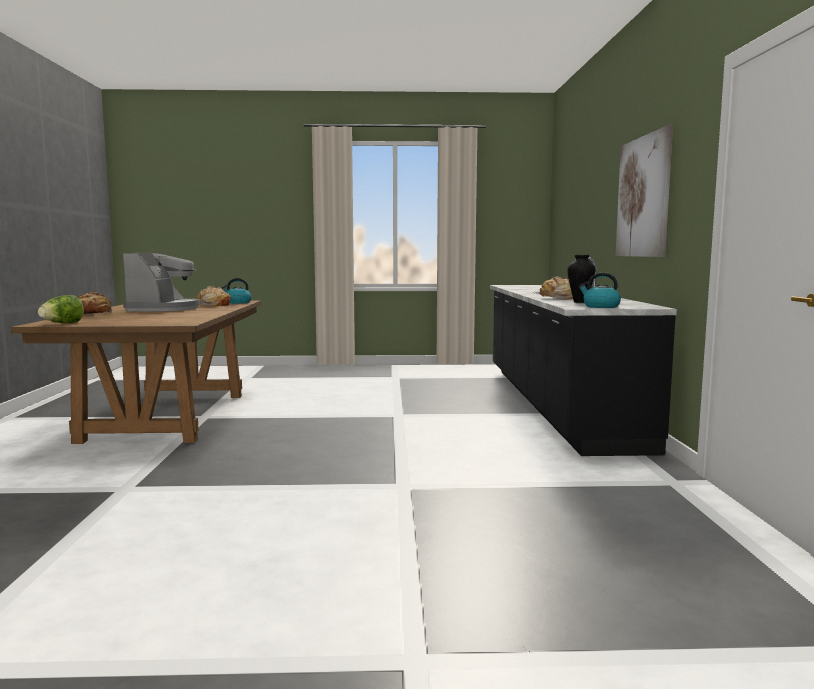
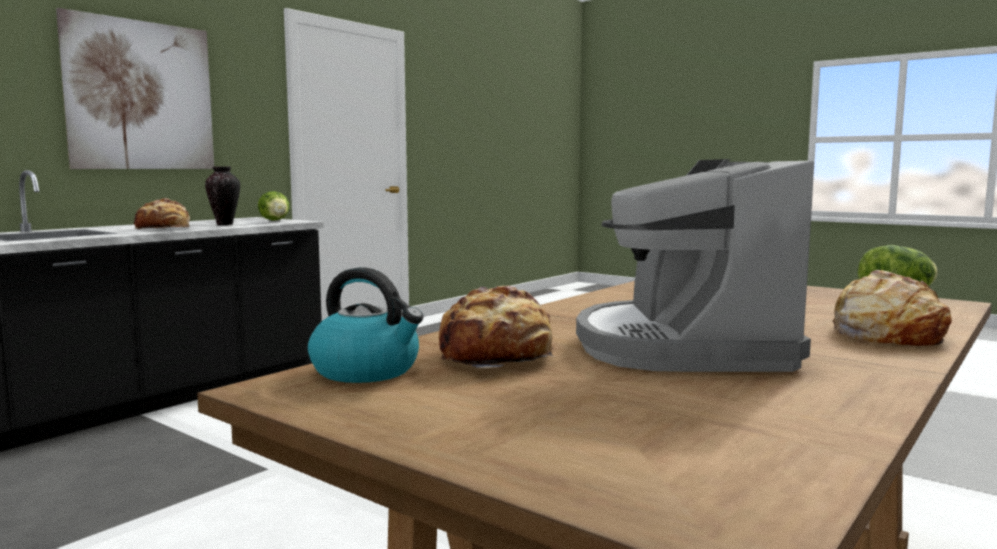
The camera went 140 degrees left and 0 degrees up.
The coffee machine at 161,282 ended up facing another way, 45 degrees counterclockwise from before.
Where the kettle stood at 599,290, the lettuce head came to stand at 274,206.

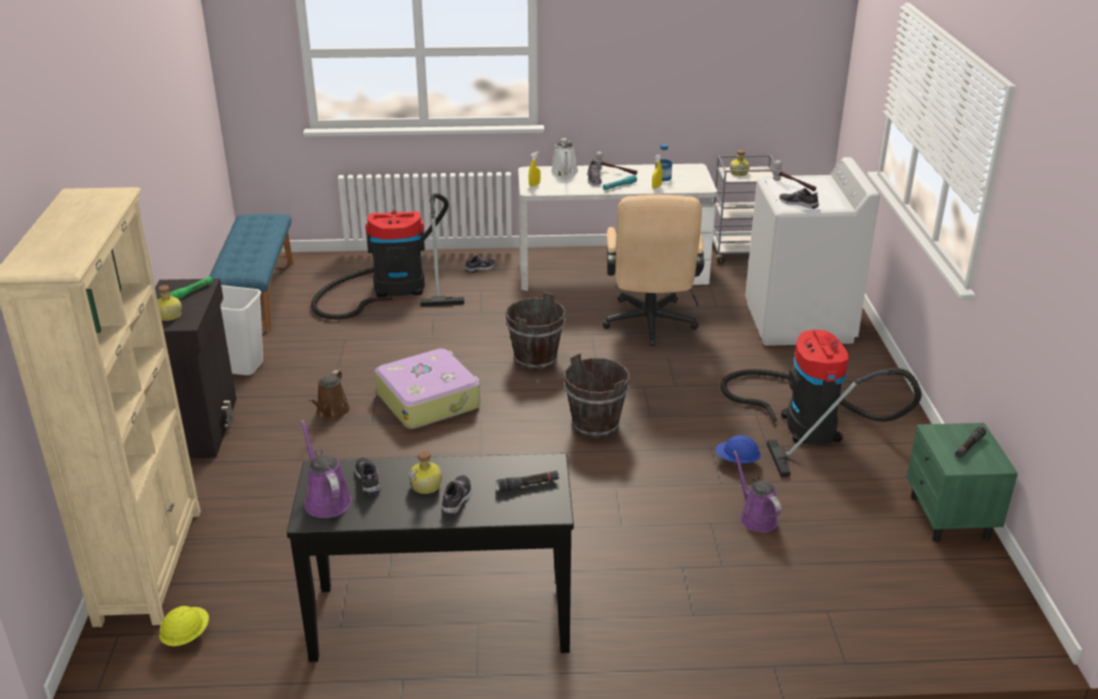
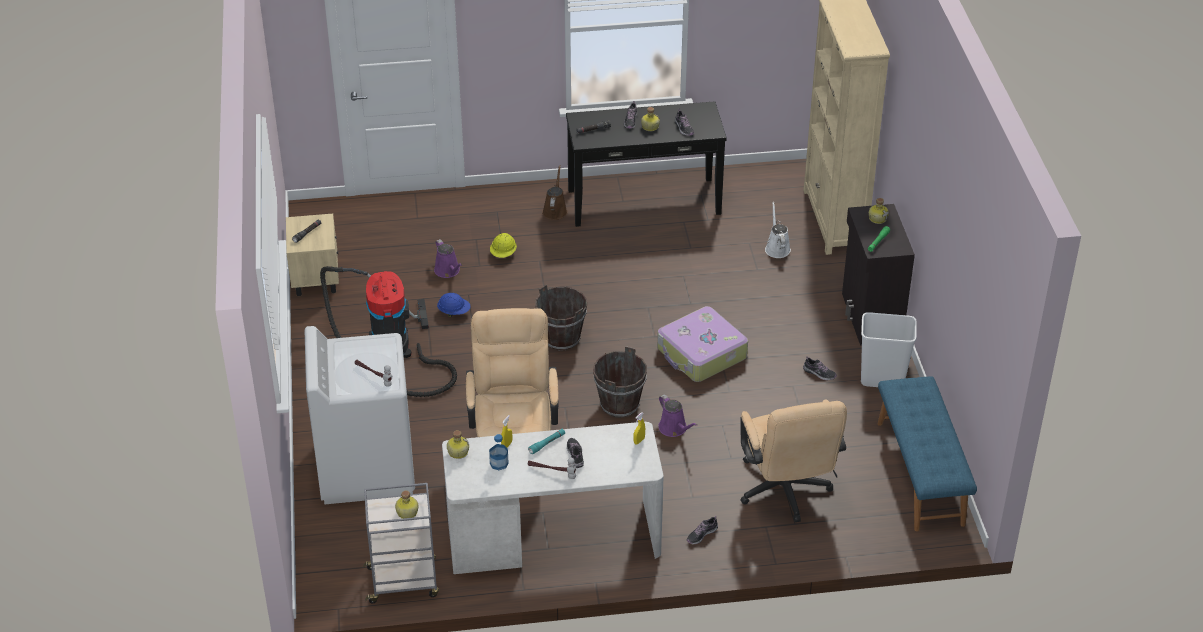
The camera went 175 degrees right and 10 degrees up.
The yellow safety helmet ended up elsewhere, having gone from 184,626 to 503,245.
The purplish sprinkling can ended up elsewhere, having gone from 326,469 to 678,415.
The brown sprinkling can ended up elsewhere, having gone from 329,395 to 555,192.
Where the vacuum stood at 387,256, the sand-coloured computer chair came to stand at 793,461.
The white-coloured sprinkling can ended up elsewhere, having gone from 565,157 to 778,230.
The item of footwear ended up elsewhere, having gone from 799,198 to 820,368.
What was the greenish nightstand at 962,482 turned into the sand-coloured nightstand at 312,255.
The second view gained the drink bottle at 458,444.

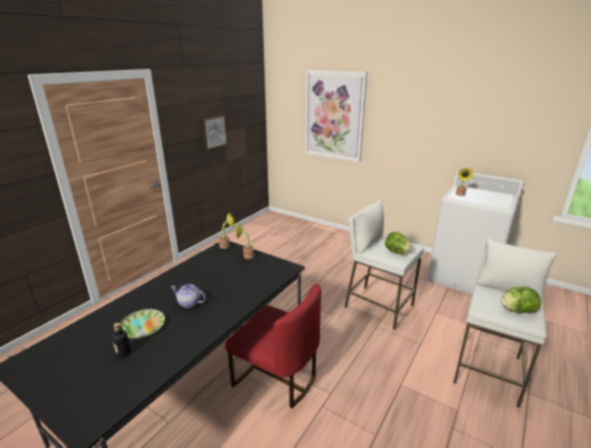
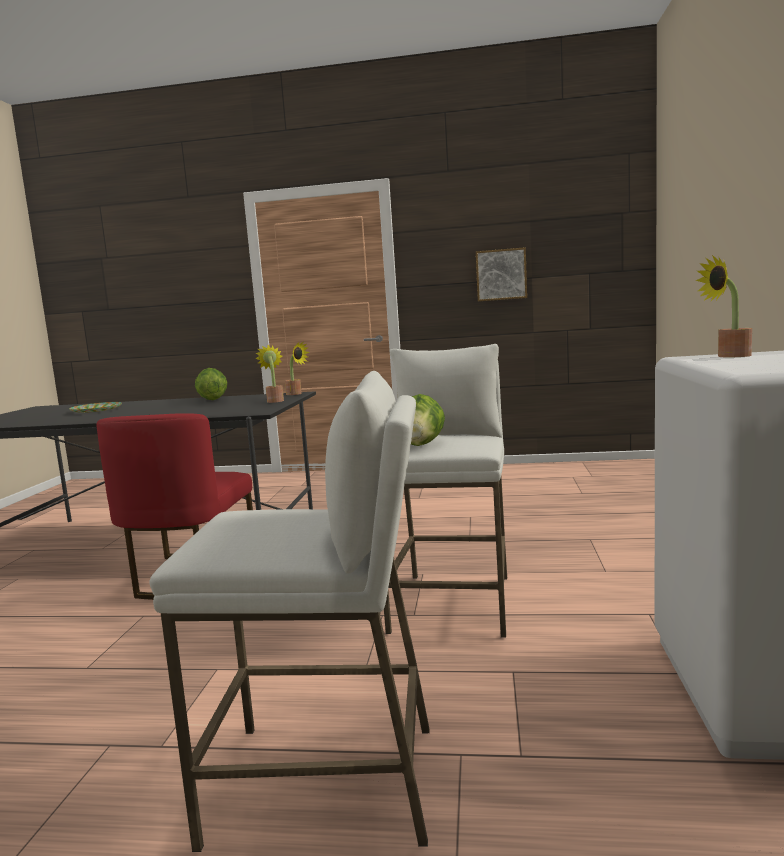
The camera went 65 degrees right and 15 degrees down.
The second view lost the drink bottle at 121,340.
The second view lost the teapot at 188,296.
The second view lost the picture at 336,116.
The lettuce head ended up elsewhere, having gone from 521,299 to 211,384.

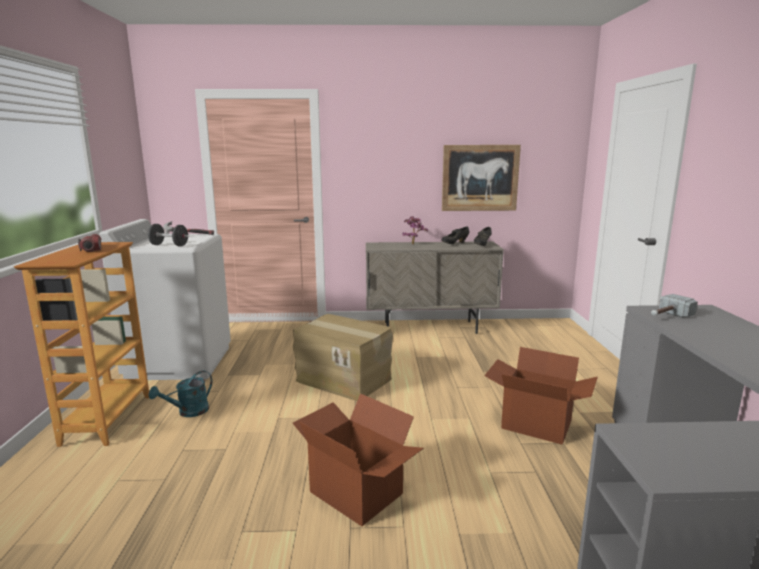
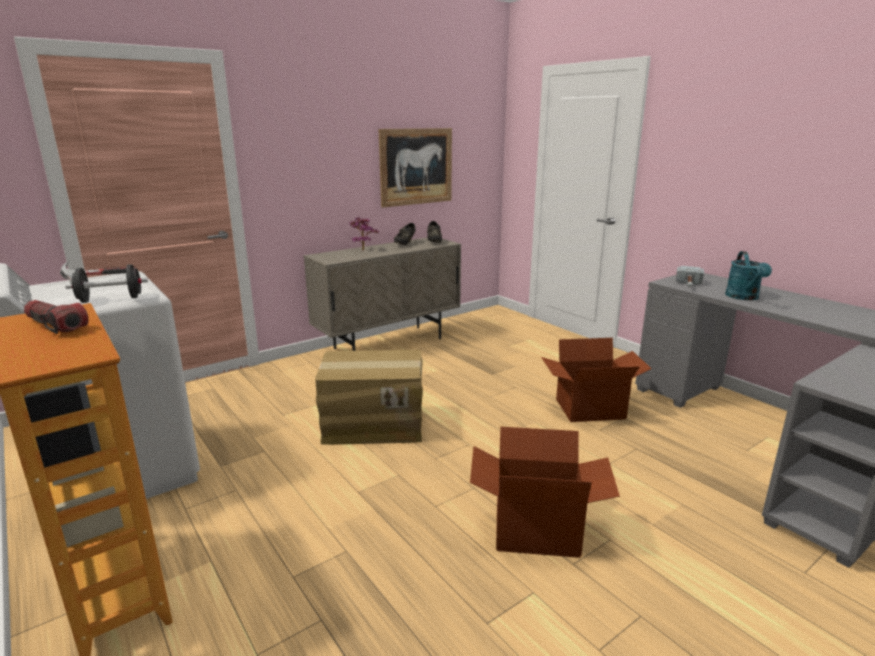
The camera went 35 degrees left and 5 degrees up.
The blue-green sprinkling can ended up elsewhere, having gone from 180,393 to 748,275.

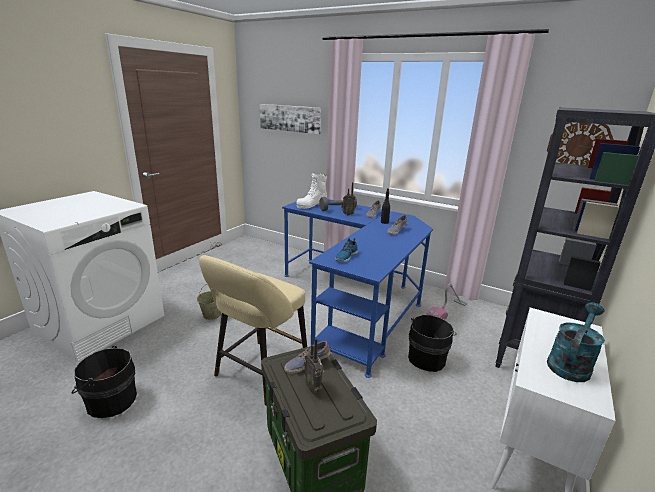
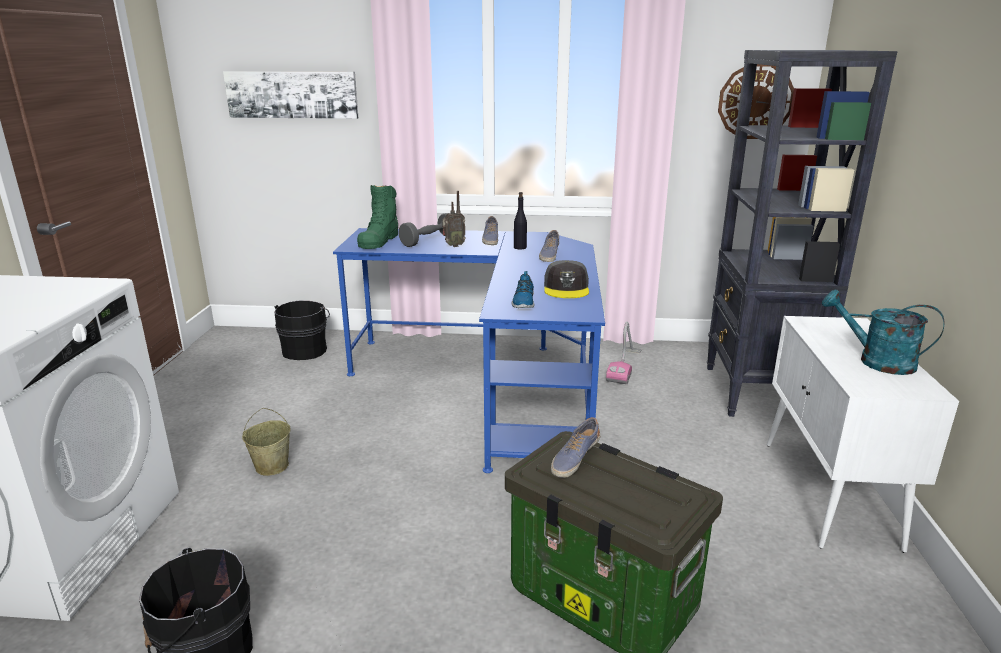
The camera went 25 degrees left and 0 degrees up.
The second view lost the sand-coloured stool seat at 253,330.
What was the white-coloured boot at 311,191 turned into the greenish boot at 378,217.
The second view lost the radio at 314,365.
The black pail ended up elsewhere, having gone from 432,343 to 302,330.
The blue-green sprinkling can at 576,342 ended up facing another way, 75 degrees counterclockwise from before.
The second view gained the gray baseball cap at 566,279.

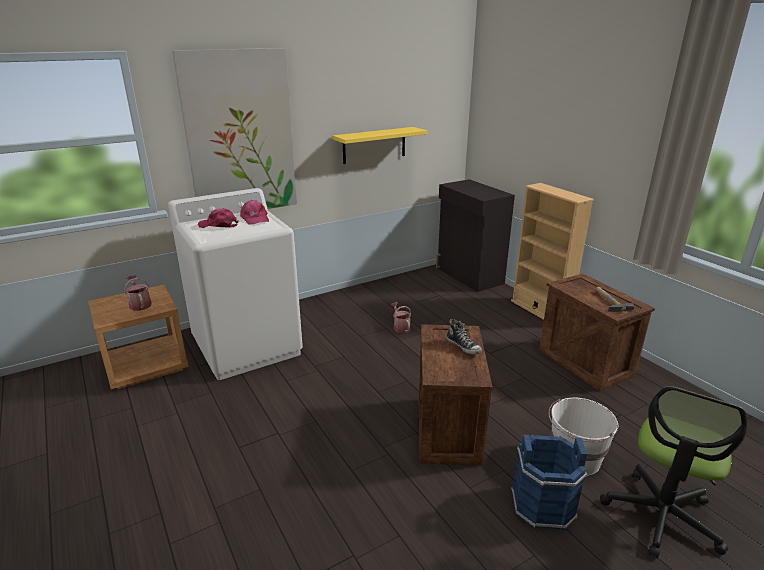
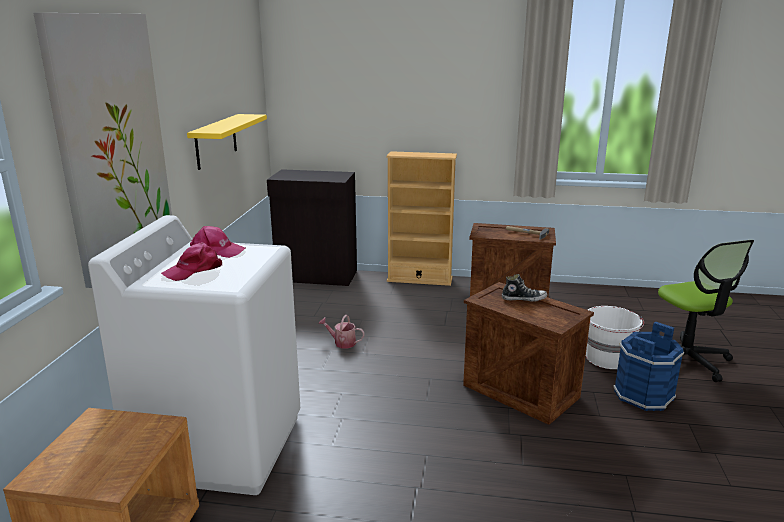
The camera went 50 degrees left and 5 degrees down.
The second view lost the sprinkling can at 138,293.

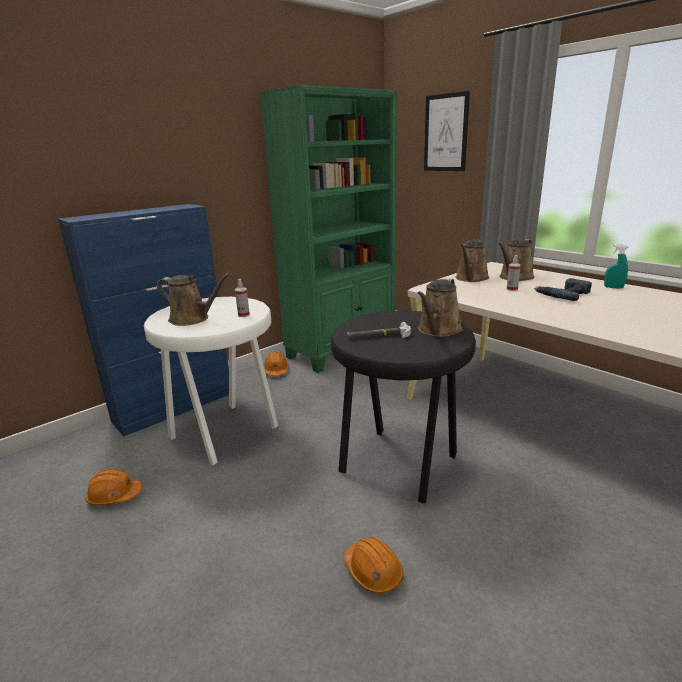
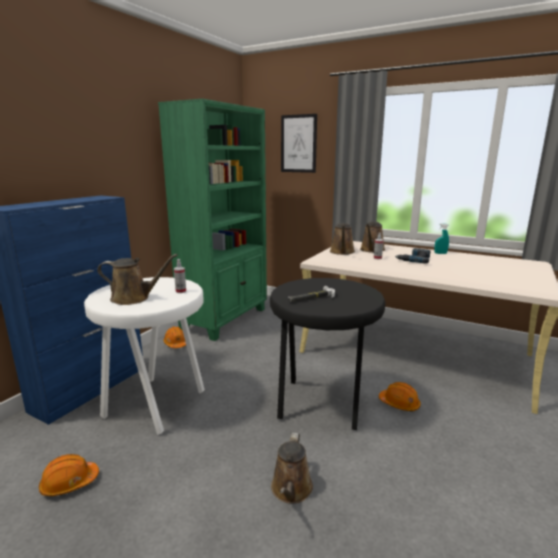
The camera went 20 degrees left and 5 degrees down.
The orange-coloured safety helmet ended up elsewhere, having gone from 373,565 to 400,396.
The brown sprinkling can ended up elsewhere, having gone from 440,307 to 292,468.

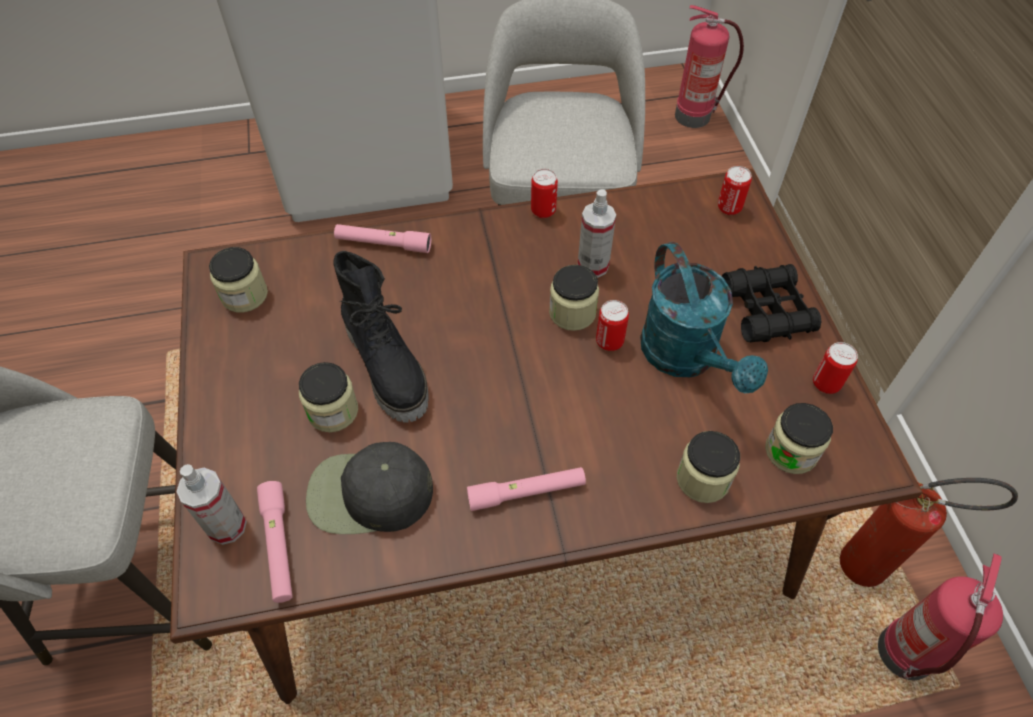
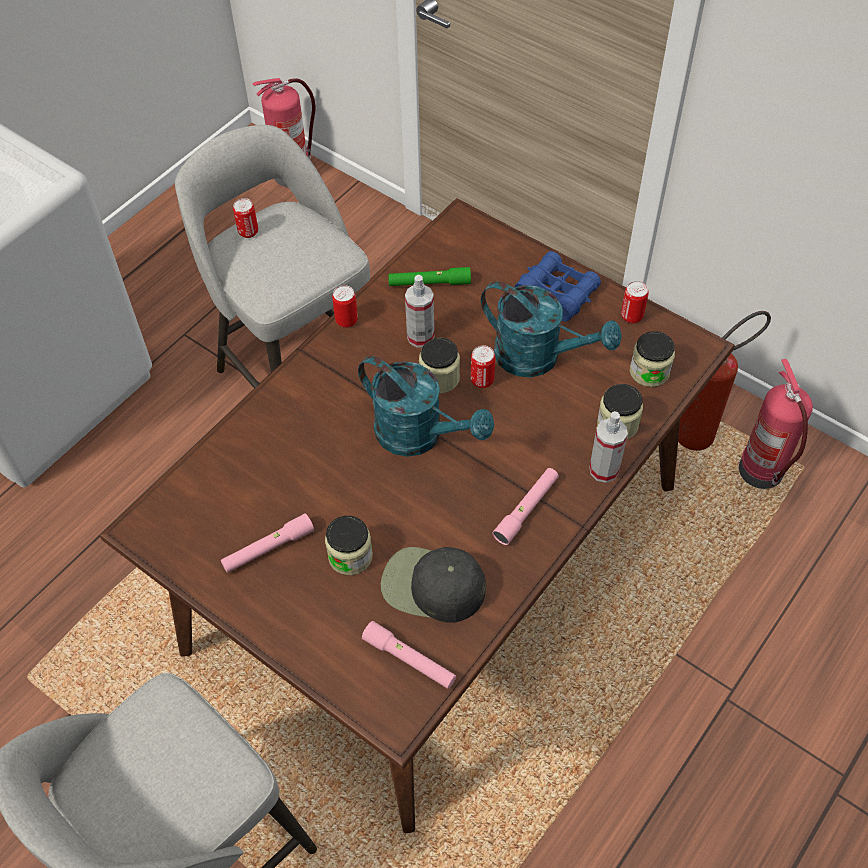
The camera went 40 degrees left and 0 degrees up.
The sprayer ended up elsewhere, having gone from 212,504 to 609,447.
The second view lost the jar at 238,280.
The black baseball cap at 369,488 ended up facing another way, 60 degrees clockwise from before.
The pink hand torch ended up elsewhere, having gone from 382,238 to 267,543.
The second view lost the black boot at 381,336.
The metal can ended up elsewhere, having gone from 735,190 to 245,218.
What was the black field glasses at 772,303 turned into the bluish field glasses at 557,286.
The second view gained the blue-green sprinkling can at 426,406.
The second view gained the greenish hand torch at 429,276.

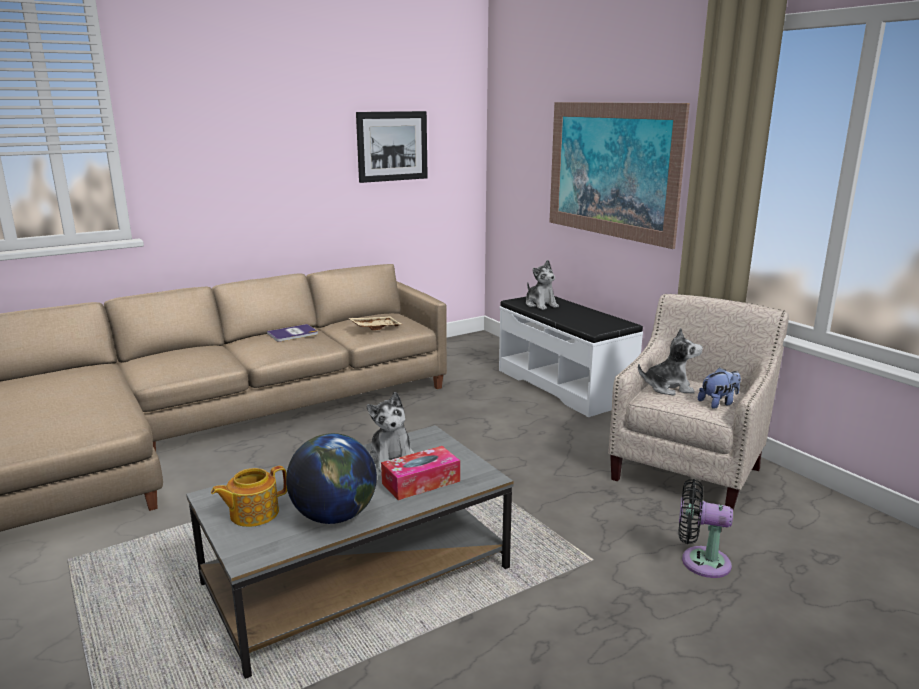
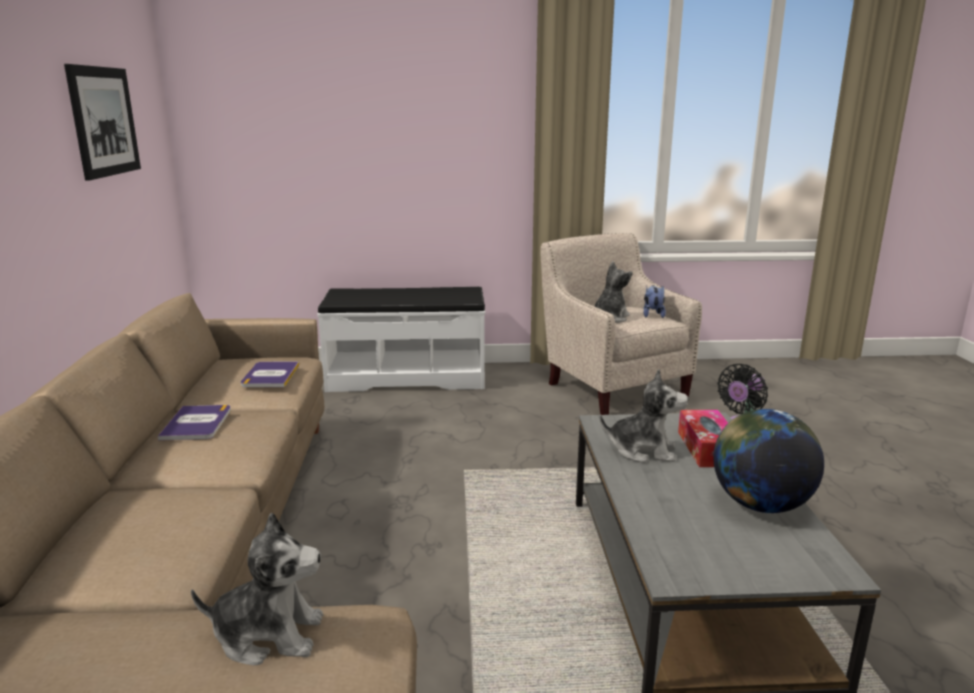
The camera went 60 degrees left and 0 degrees up.
The second view lost the teapot at 249,496.
Where the sand-coloured tray stood at 375,323, the book came to stand at 270,374.
The plush toy ended up elsewhere, having gone from 542,285 to 257,588.
The second view lost the picture at 620,175.

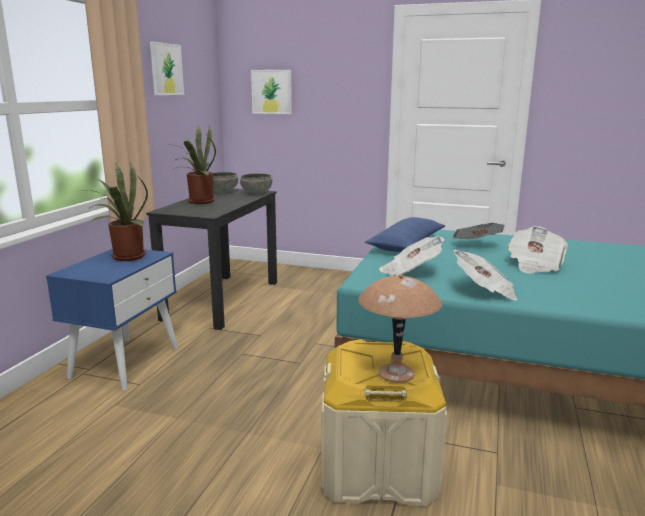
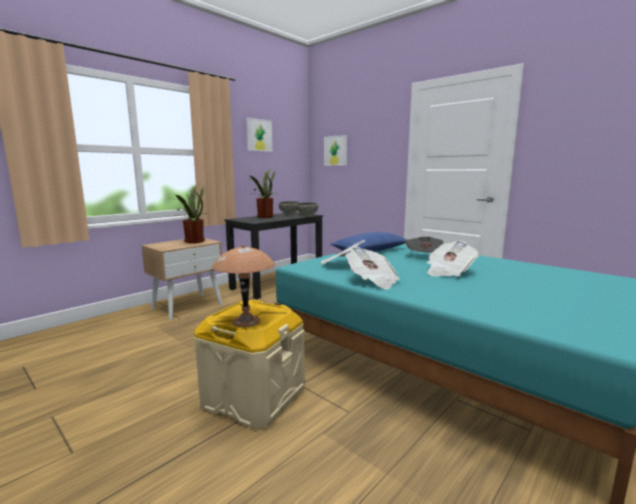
The camera went 25 degrees right and 5 degrees down.
What was the bluish nightstand at 112,319 turned into the sand-coloured nightstand at 182,279.

